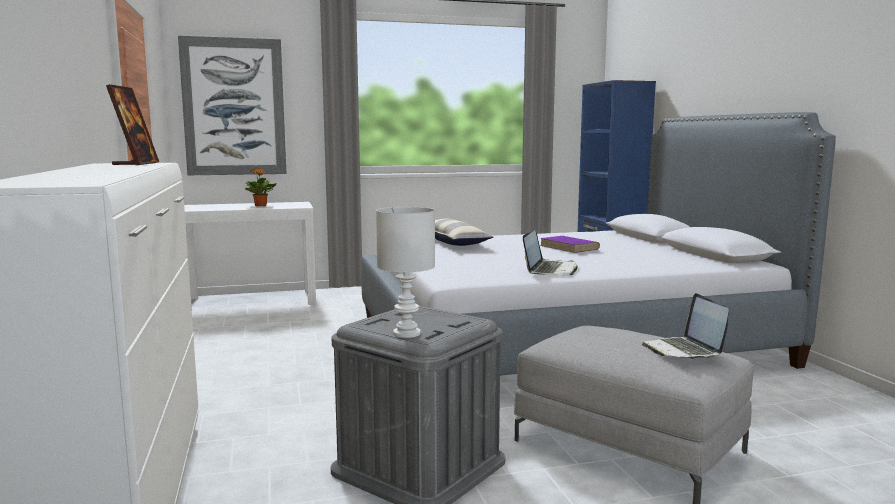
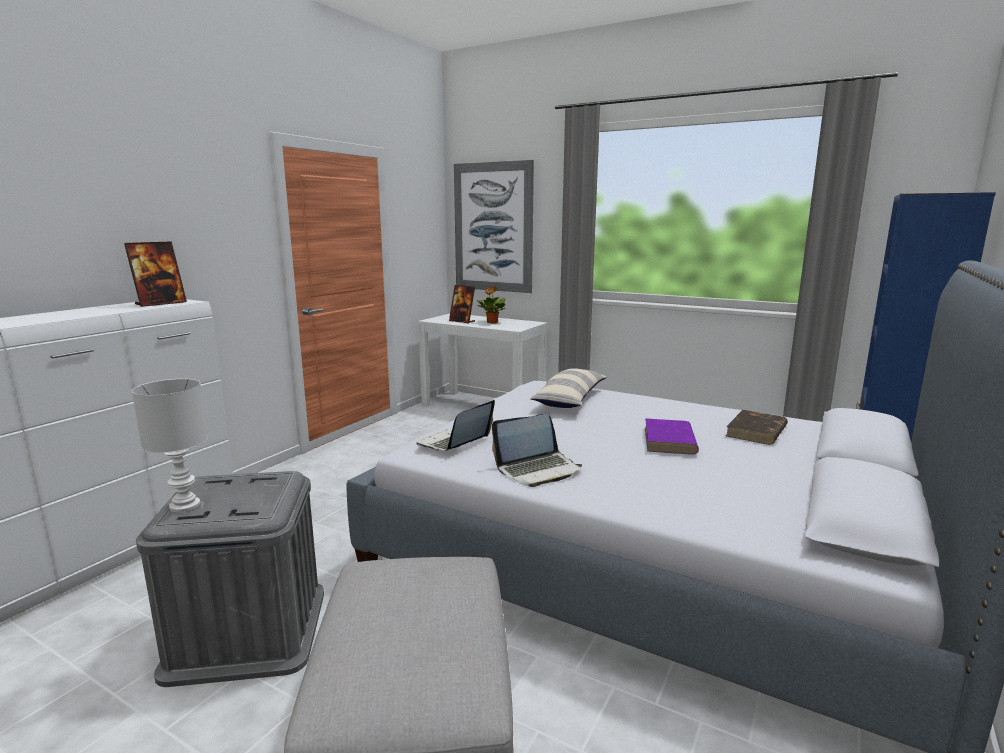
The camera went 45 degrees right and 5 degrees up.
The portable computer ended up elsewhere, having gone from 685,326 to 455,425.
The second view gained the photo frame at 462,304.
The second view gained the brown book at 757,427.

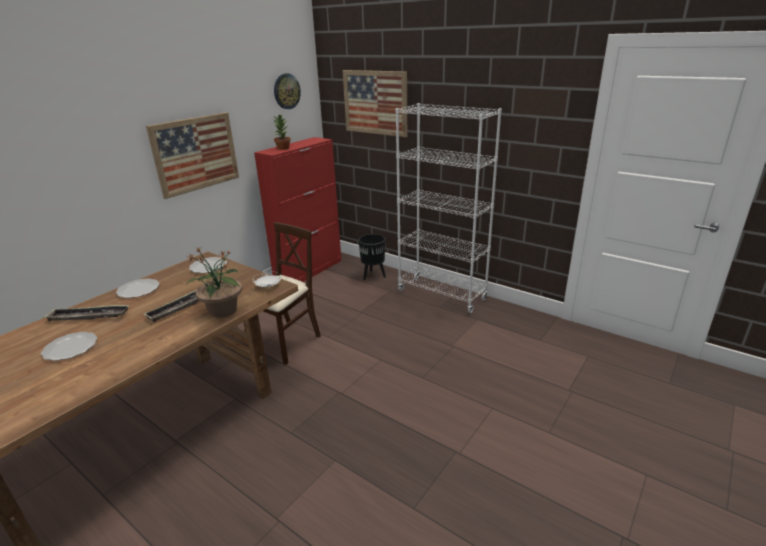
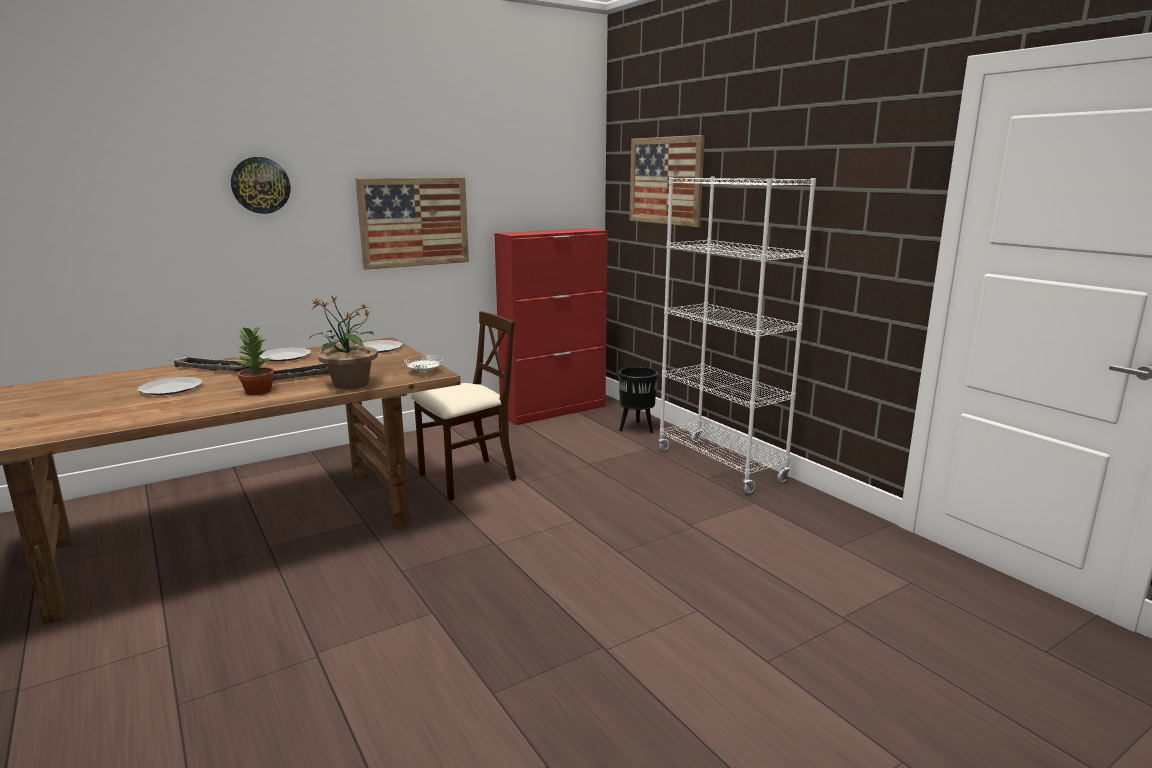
The camera went 20 degrees right and 10 degrees down.
The potted plant ended up elsewhere, having gone from 282,132 to 255,360.
The wall clock ended up elsewhere, having gone from 287,91 to 261,185.

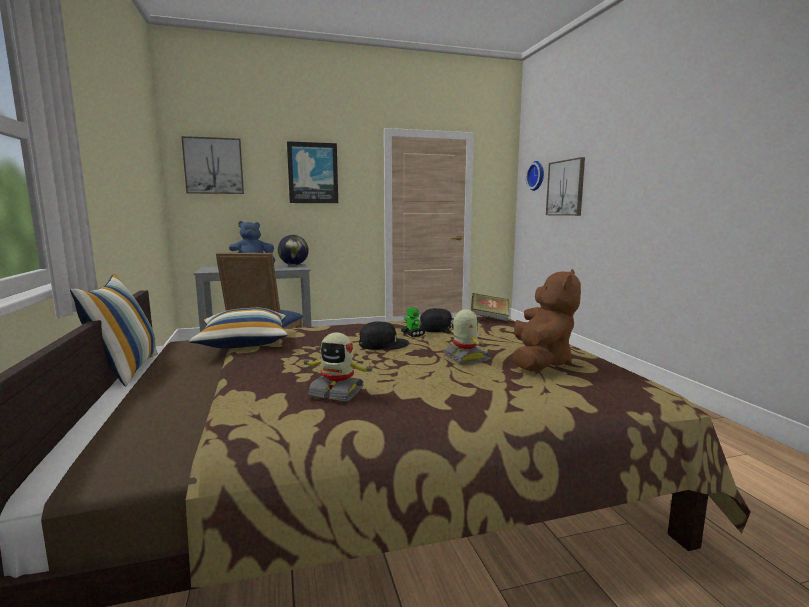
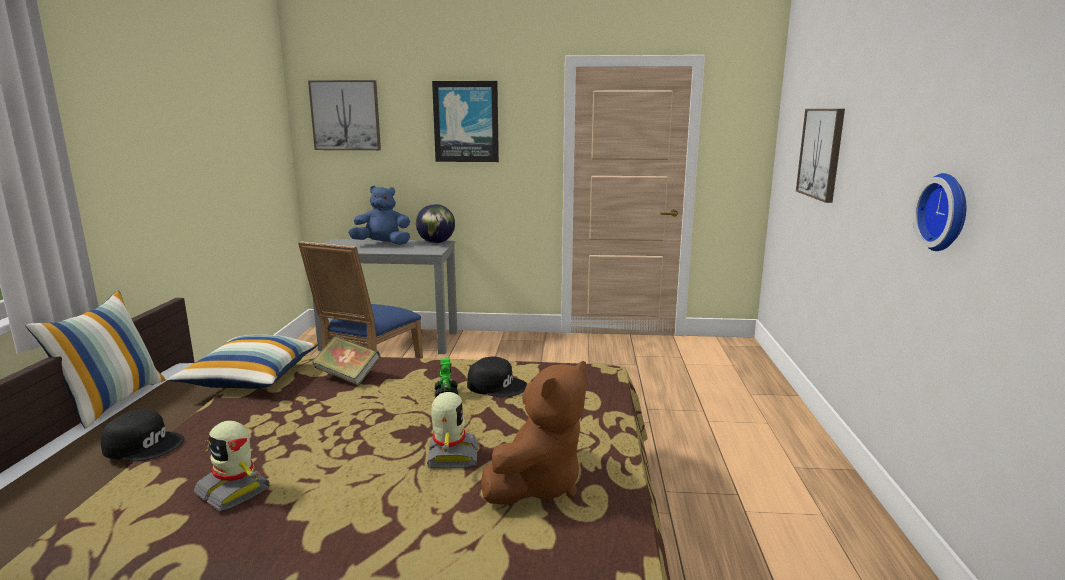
The camera went 20 degrees right and 5 degrees up.
The black baseball cap ended up elsewhere, having gone from 384,335 to 142,435.
The book ended up elsewhere, having gone from 490,307 to 346,360.
The wall clock ended up elsewhere, having gone from 535,176 to 939,212.

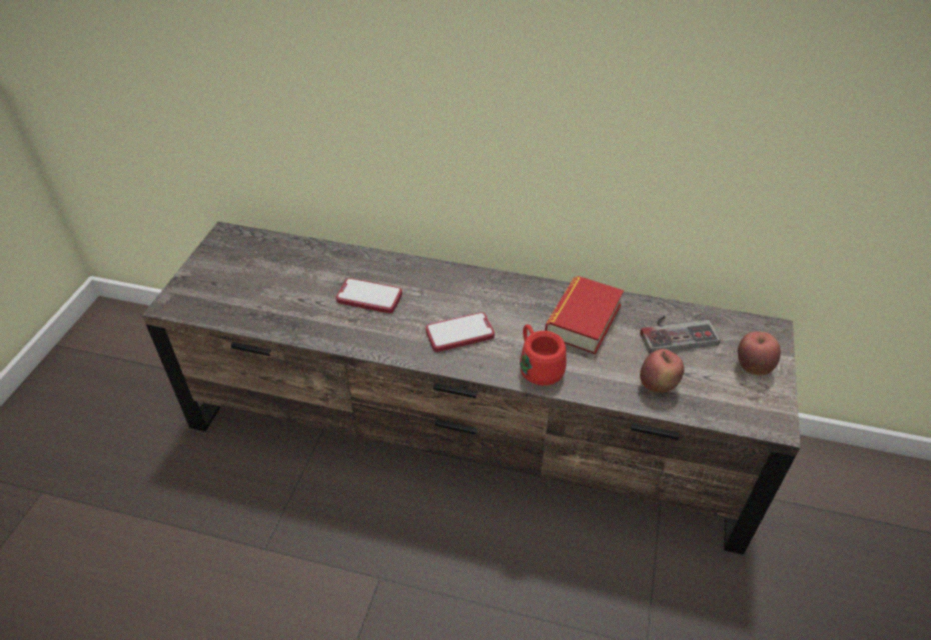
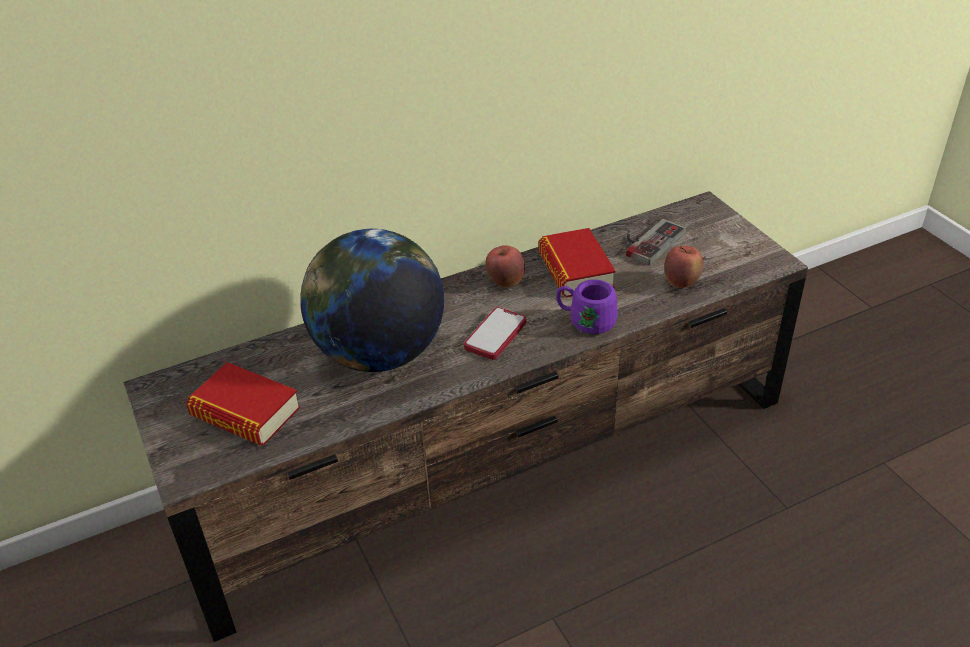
The camera went 40 degrees left and 5 degrees down.
Where the phone stood at 369,295, the globe came to stand at 372,300.
What was the red mug at 543,355 turned into the purplish mug at 587,306.
The apple ended up elsewhere, having gone from 759,353 to 505,266.
The second view gained the book at 243,403.

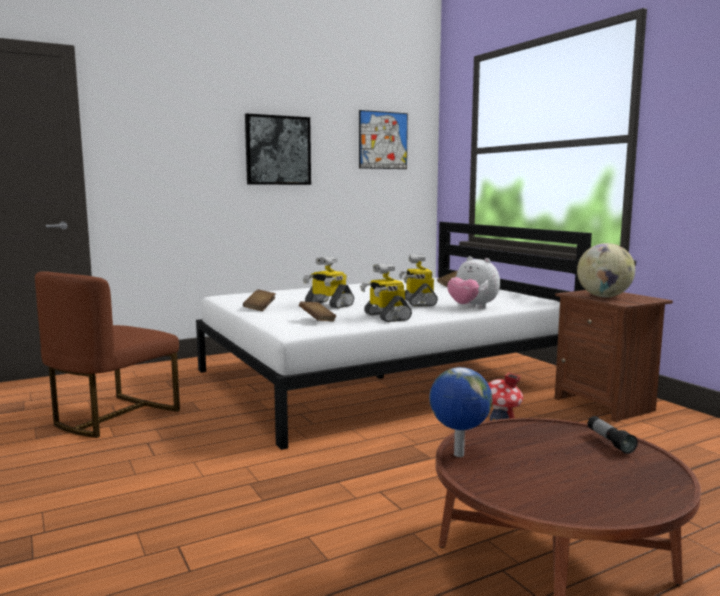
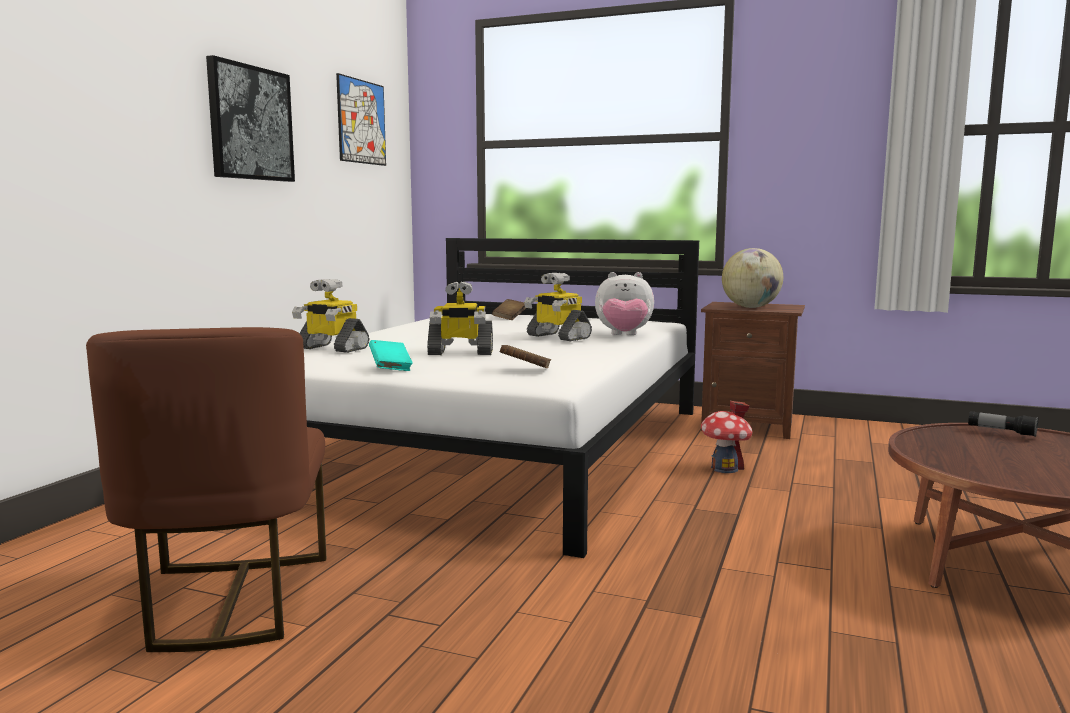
The camera went 40 degrees left and 0 degrees up.
What was the brown book at 259,300 turned into the blue-green book at 391,355.
The toy robot ended up elsewhere, having gone from 386,292 to 330,316.
The second view lost the globe at 460,412.

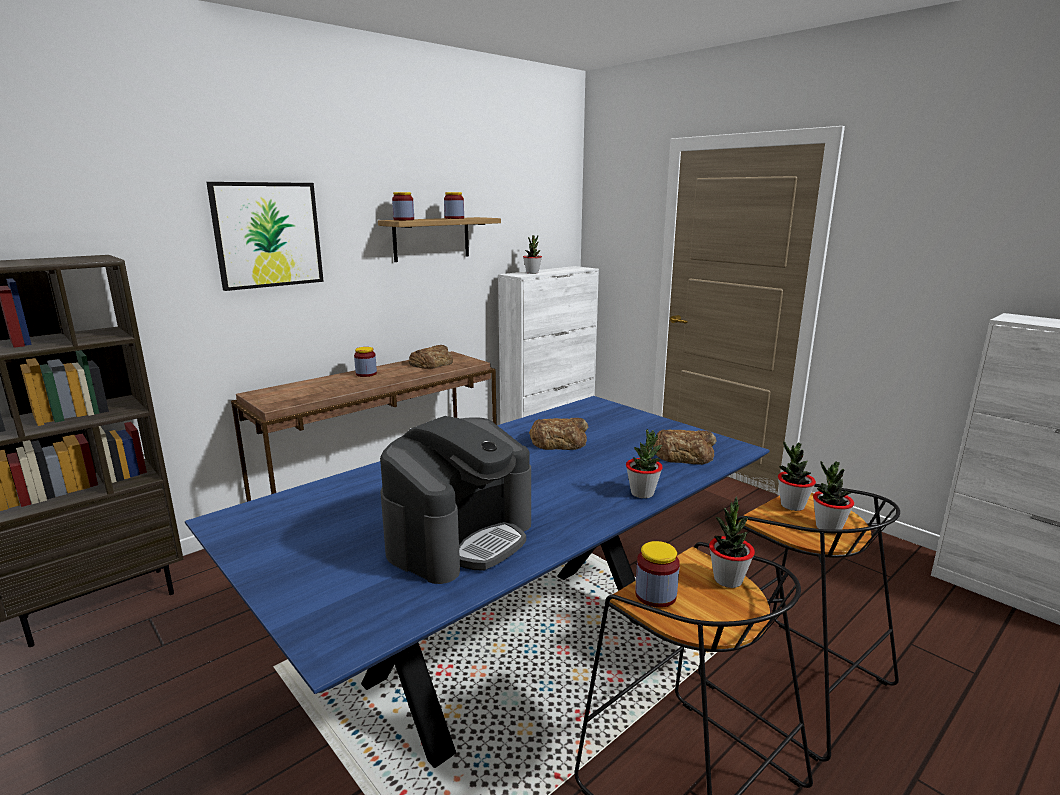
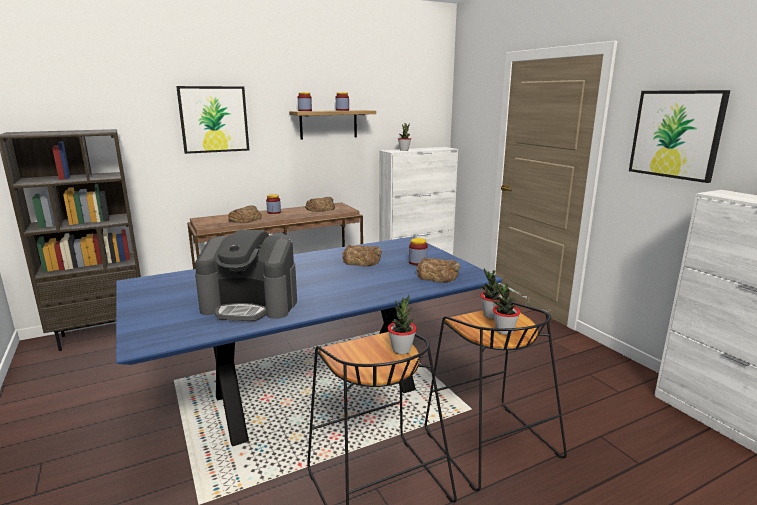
The camera went 15 degrees right and 0 degrees up.
The coffee machine at 455,500 ended up facing another way, 45 degrees clockwise from before.
The second view lost the potted plant at 644,463.
The jar ended up elsewhere, having gone from 657,574 to 418,251.
The second view gained the bread at 245,214.
The second view gained the picture at 680,136.

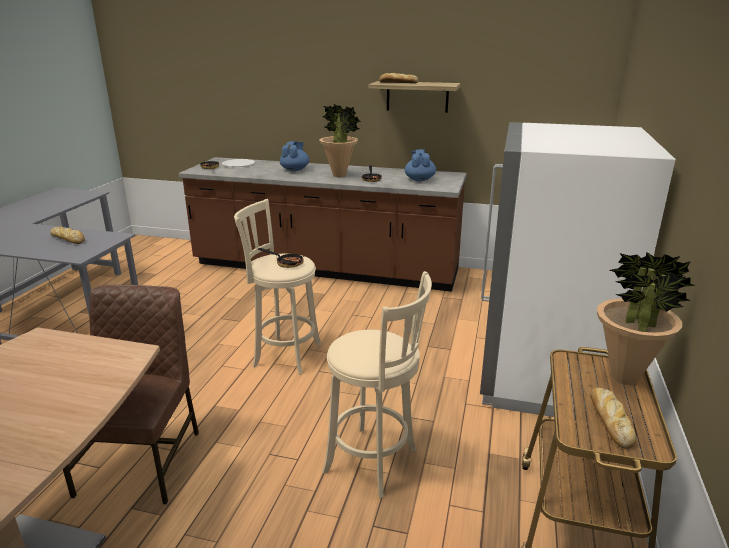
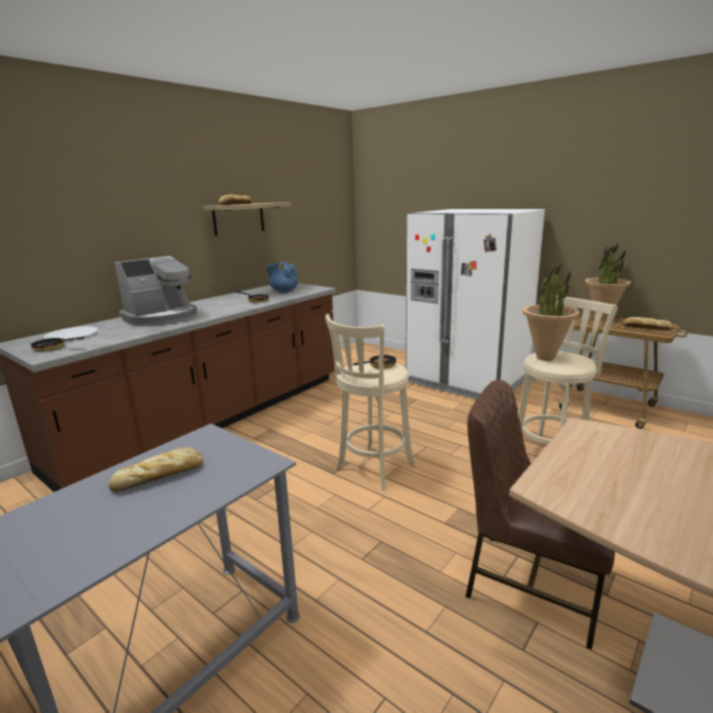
The camera went 65 degrees left and 5 degrees down.
Where the bluish teapot stood at 294,156, the coffee machine came to stand at 155,291.
The potted plant ended up elsewhere, having gone from 340,140 to 550,312.

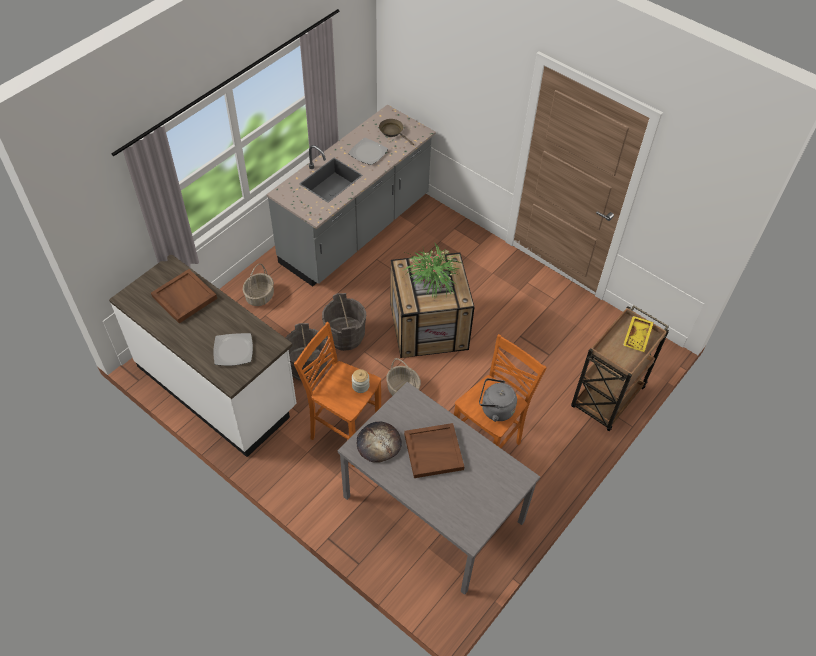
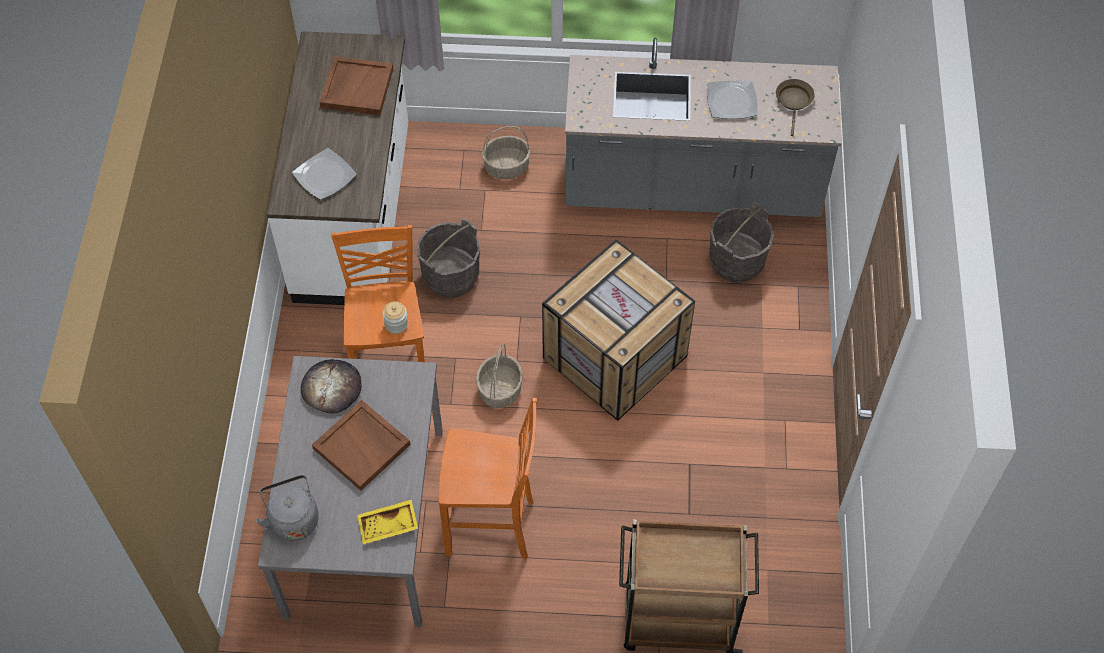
The camera went 55 degrees right and 5 degrees up.
The gray pail ended up elsewhere, having gone from 344,322 to 741,243.
The second view lost the potted plant at 433,271.
The gray kettle ended up elsewhere, having gone from 498,400 to 287,508.
The yellow tray ended up elsewhere, having gone from 638,334 to 387,521.

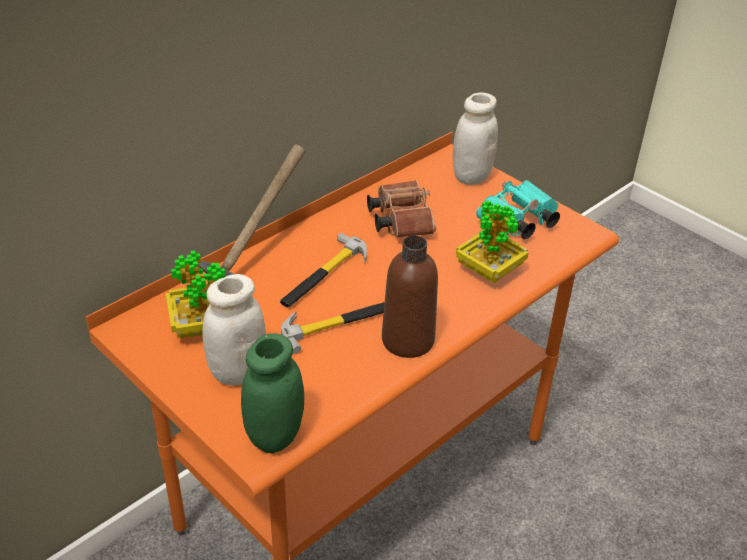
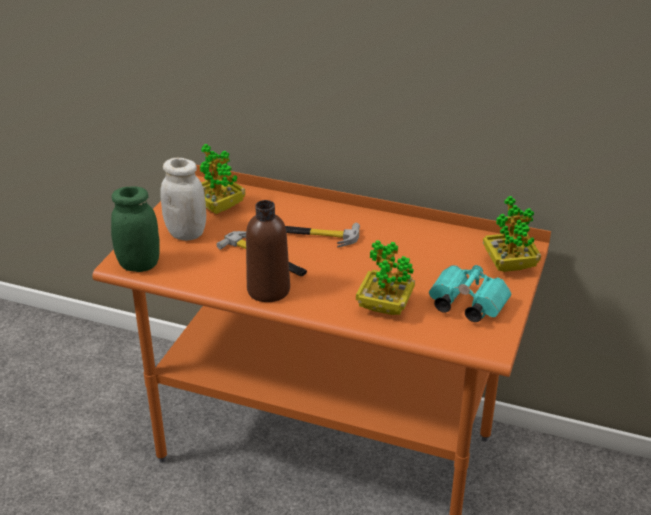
The camera went 65 degrees right and 5 degrees down.
The second view lost the hand hammer at 251,210.
The second view lost the brown field glasses at 401,209.
Where the white-coloured jar stood at 475,138, the potted plant came to stand at 512,234.

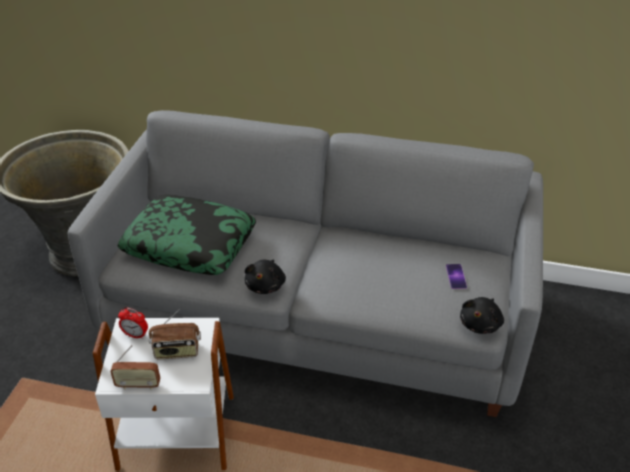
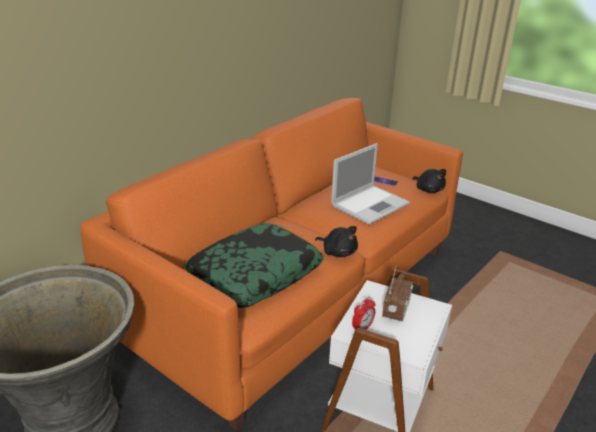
The camera went 65 degrees left and 10 degrees down.
What was the gray settee at 305,263 turned into the orange-coloured settee at 271,264.
The second view lost the radio at 135,367.
The second view gained the portable computer at 370,184.

